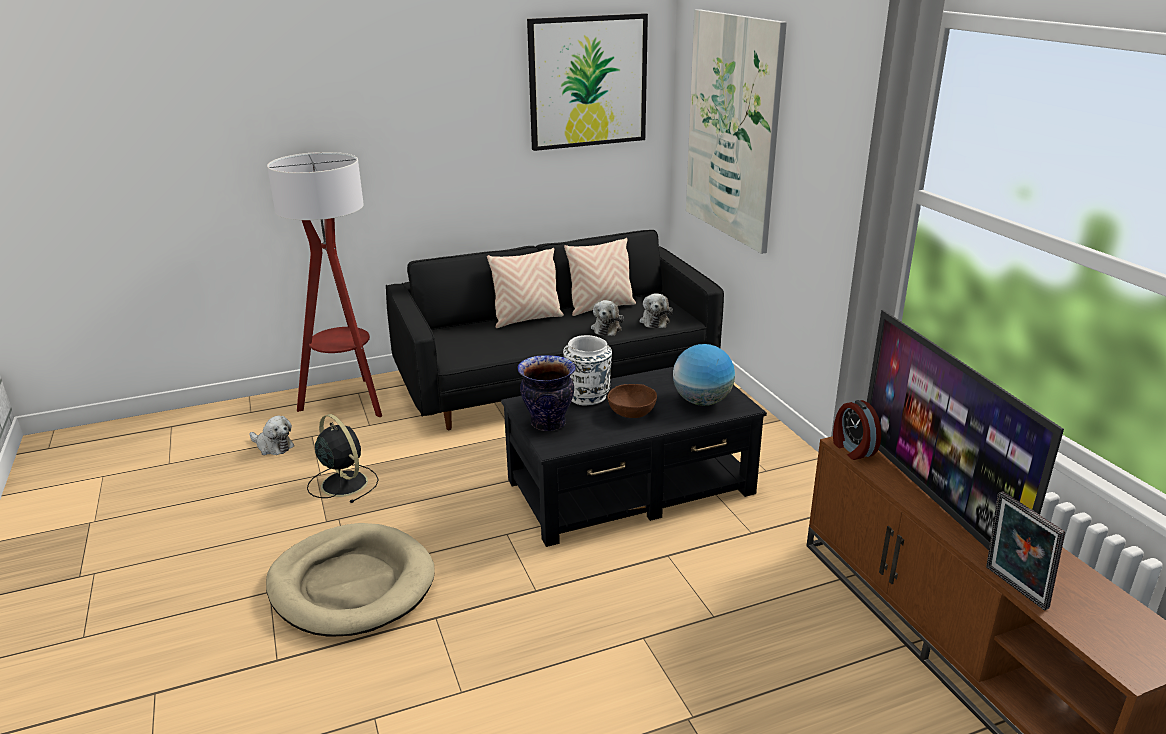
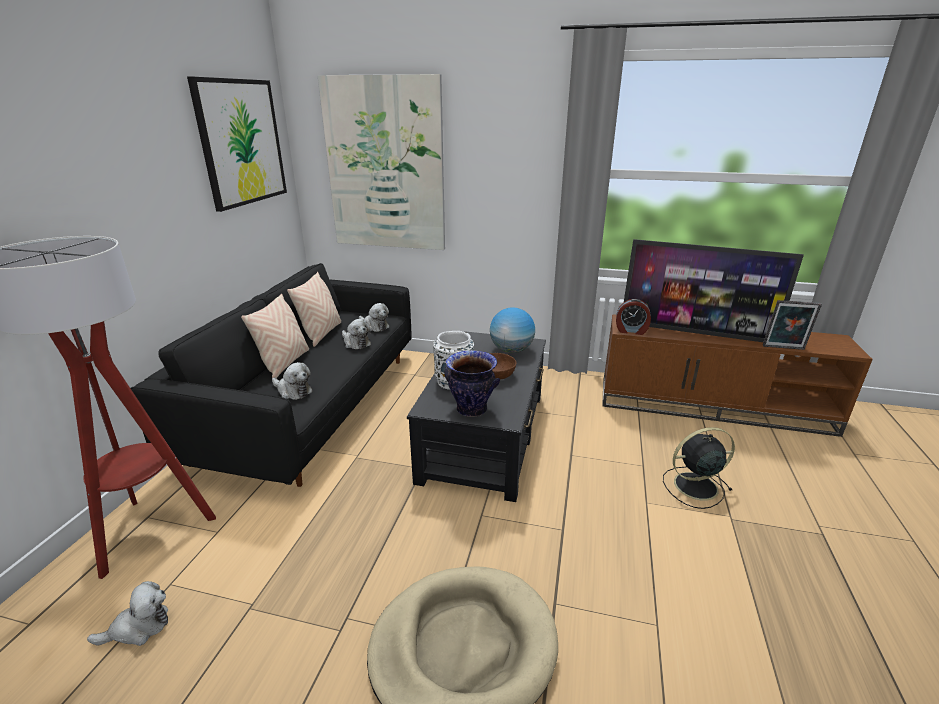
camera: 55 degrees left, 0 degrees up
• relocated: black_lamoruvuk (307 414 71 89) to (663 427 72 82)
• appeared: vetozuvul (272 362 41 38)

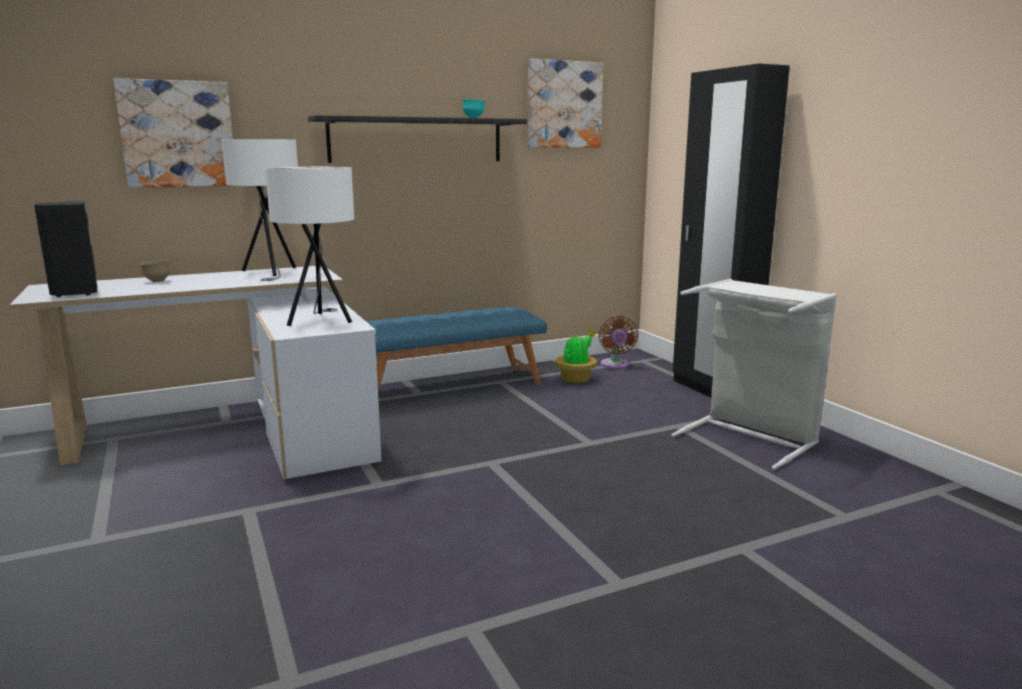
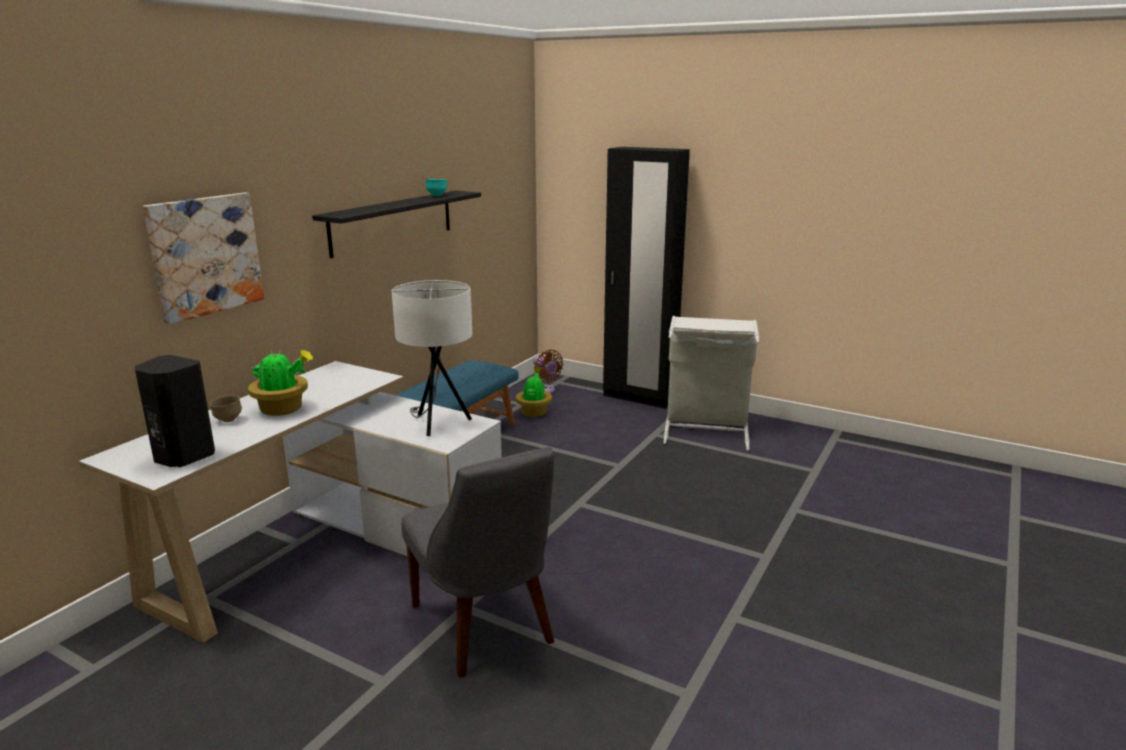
camera: 35 degrees left, 5 degrees up
• missing: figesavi (527 59 76 88)
• missing: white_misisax (221 139 77 142)
• appeared: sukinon (248 350 65 66)
• appeared: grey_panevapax (402 447 152 231)

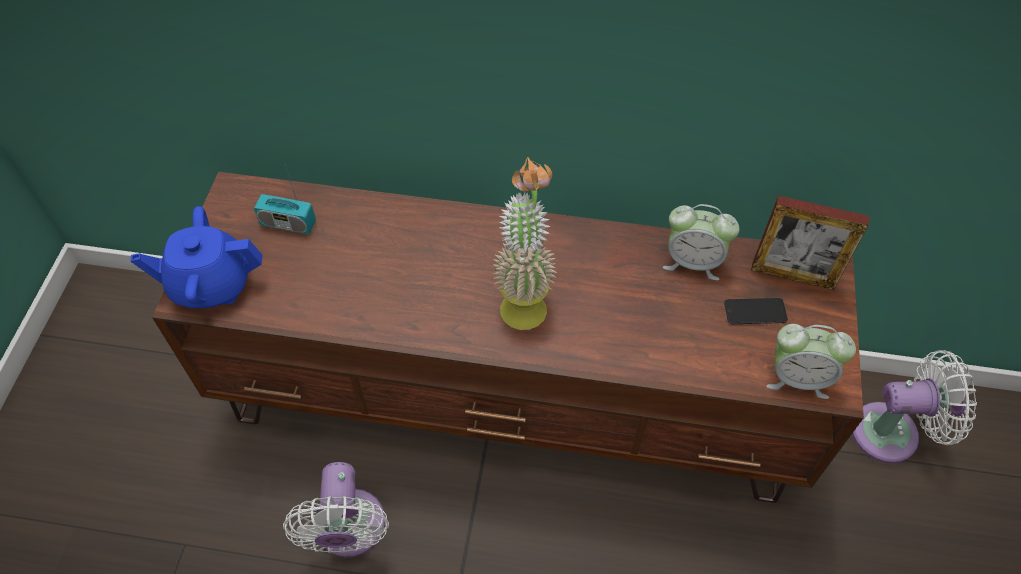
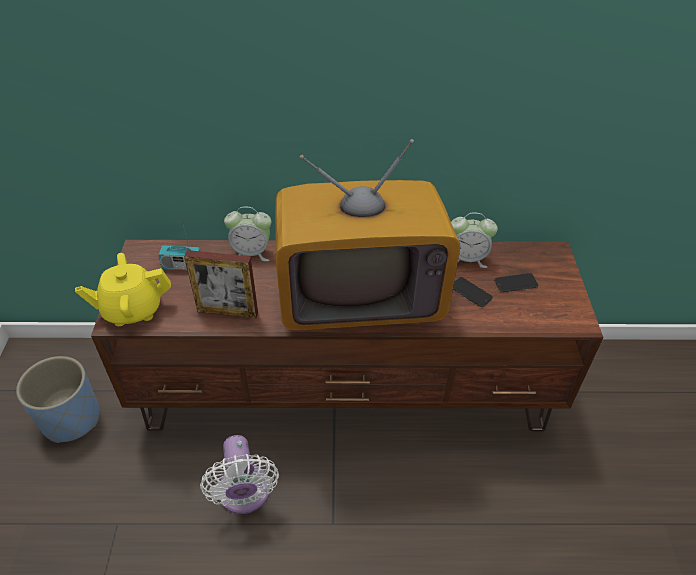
camera: 10 degrees left, 10 degrees down
• exchanged: sukinon (492 157 65 173) to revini (275 139 186 191)
• relocated: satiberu (751 195 119 95) to (184 250 74 68)
• colour: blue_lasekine (130 206 133 102) to yellow_lasekine (75 253 96 73)
• relocated: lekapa (766 324 90 75) to (224 207 47 54)
• missing: white_lamoruvuk (852 350 125 113)
• appeared: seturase (453 277 40 30)
• appeared: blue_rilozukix (16 356 84 87)

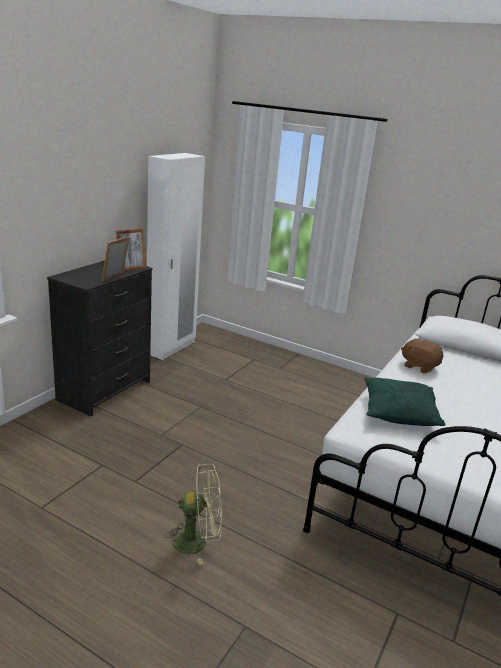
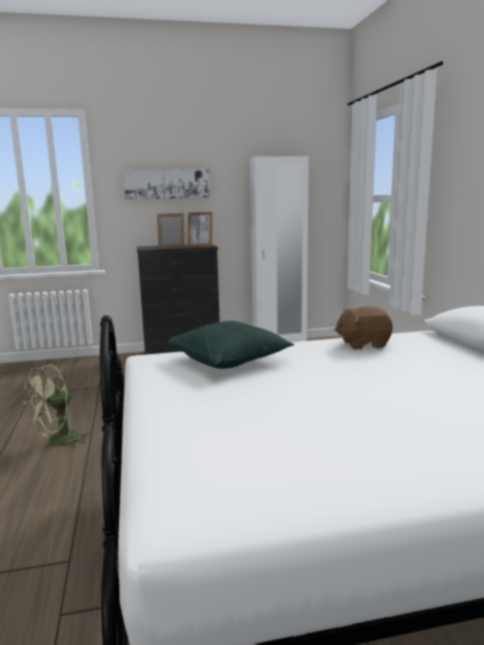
camera: 50 degrees right, 10 degrees down
• spun: brown_vetozuvul (401 338 42 36) = (334 306 59 43) 90 degrees counterclockwise
• spun: green_lamoruvuk (164 464 58 101) = (24 365 66 83) 90 degrees clockwise
• appeared: figesavi (123 169 87 31)

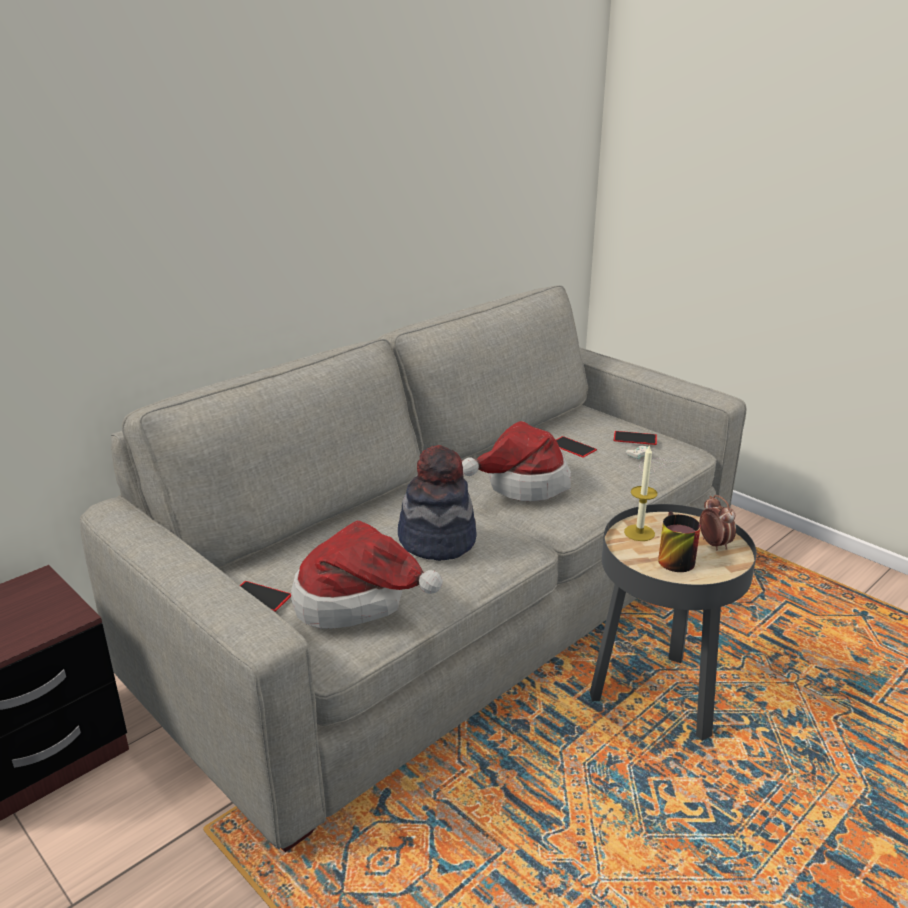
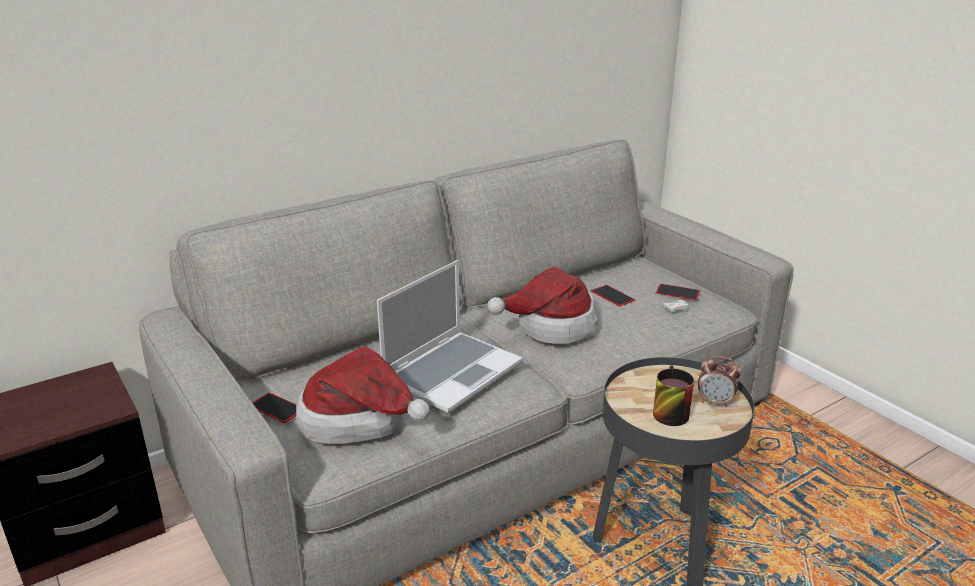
camera: 10 degrees right, 0 degrees up
• missing: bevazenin (624 444 33 97)
• exchanged: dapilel (398 445 79 116) to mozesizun (377 260 146 153)
• spun: lekapa (700 495 36 55) = (698 356 43 51) 120 degrees clockwise

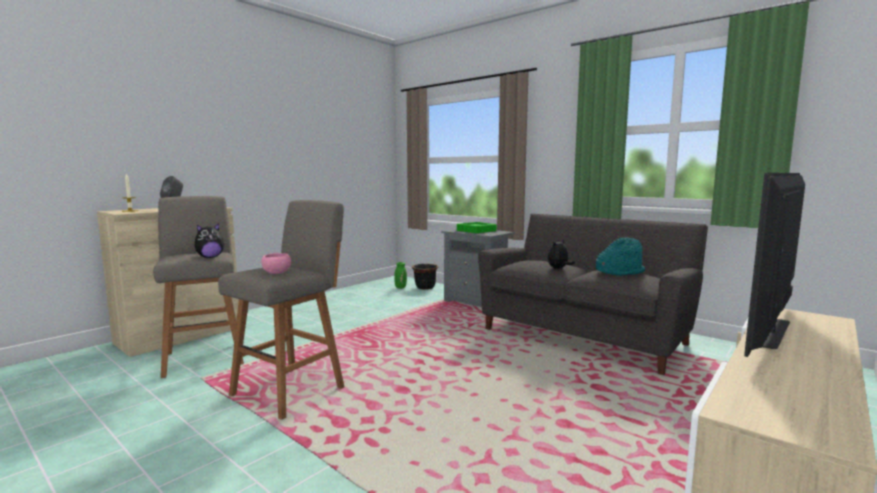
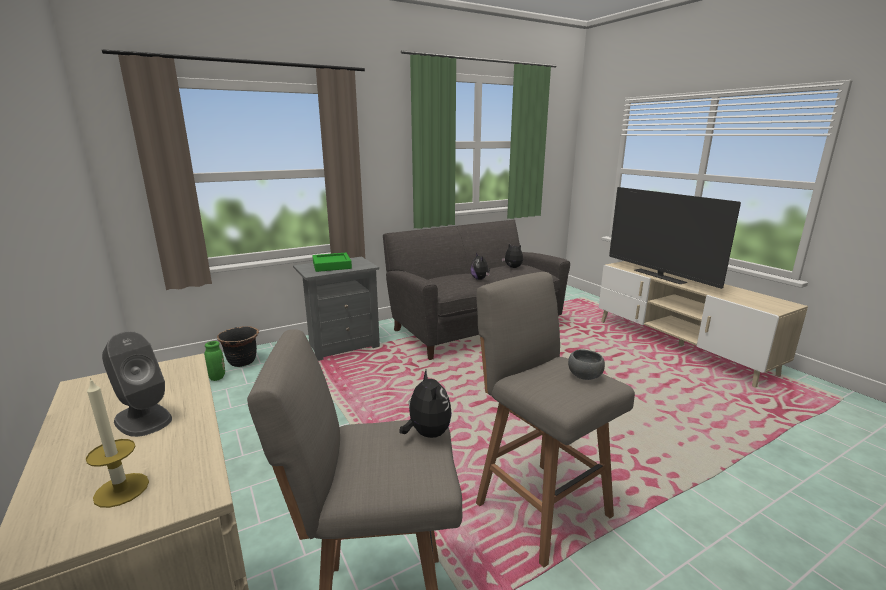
camera: 70 degrees left, 10 degrees up
• exchanged: turquoise_dapilel (596 238 49 38) to vetozuvul (501 243 22 25)
• colour: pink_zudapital (262 253 29 21) to grey_zudapital (568 349 37 31)

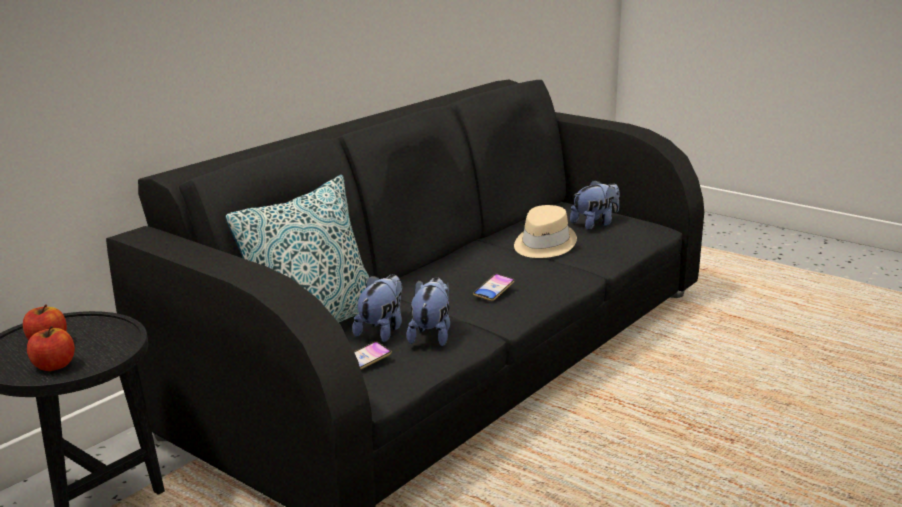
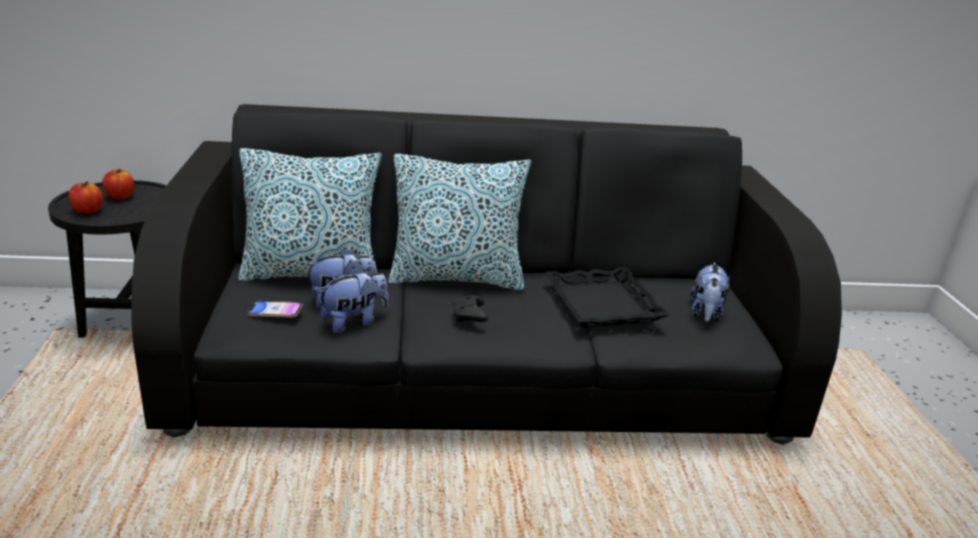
camera: 45 degrees right, 5 degrees up
• spun: vetozuvul (570 180 50 50) = (690 262 40 60) 90 degrees clockwise
• exchanged: beige_dapilel (514 205 63 53) to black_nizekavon (544 267 126 60)
• exchanged: seturase (473 274 42 27) to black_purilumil (453 295 35 27)
• appeared: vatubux (388 154 143 136)

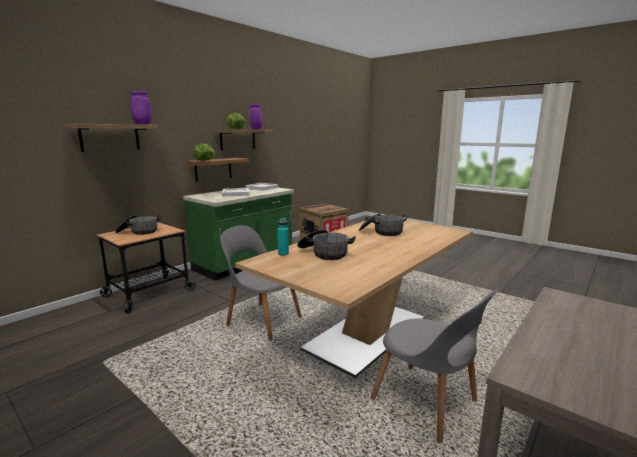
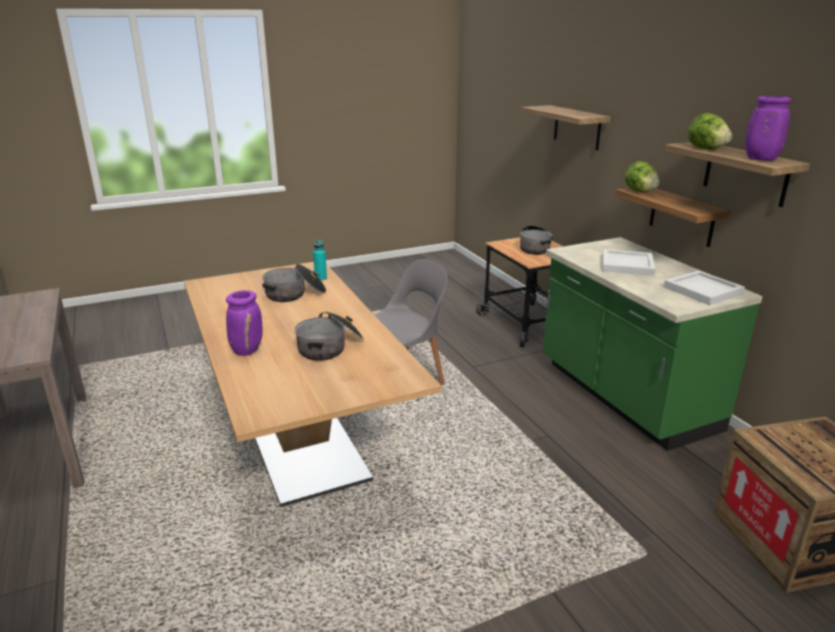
camera: 115 degrees right, 10 degrees up
• relocated: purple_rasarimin (130 91 22 33) to (226 290 37 66)
• missing: grey_panevapax (370 289 128 154)

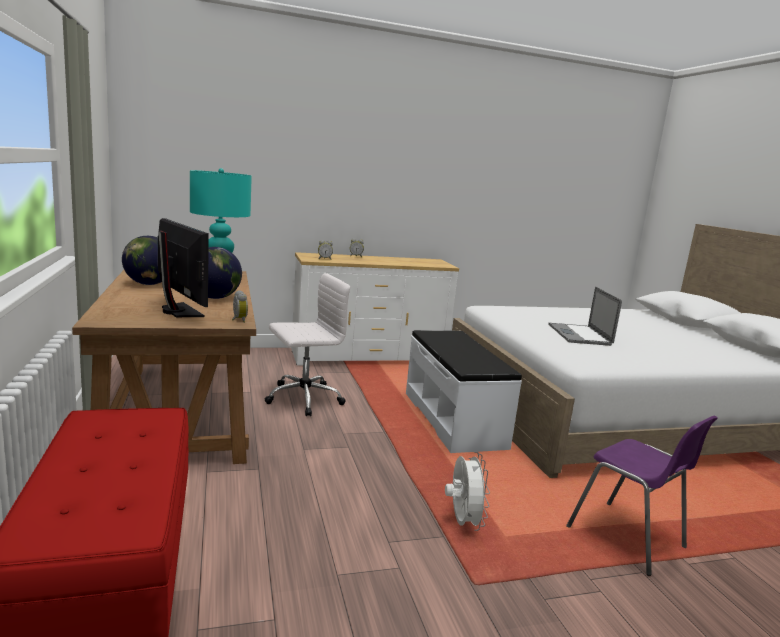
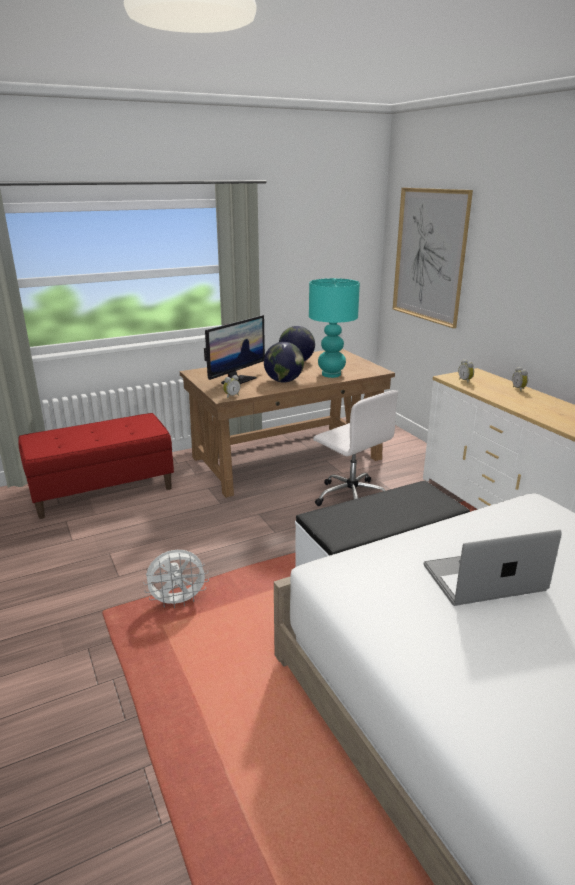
camera: 80 degrees right, 10 degrees up
• missing: purple_panevapax (566 416 152 160)
• appeared: figesavi (393 188 80 140)

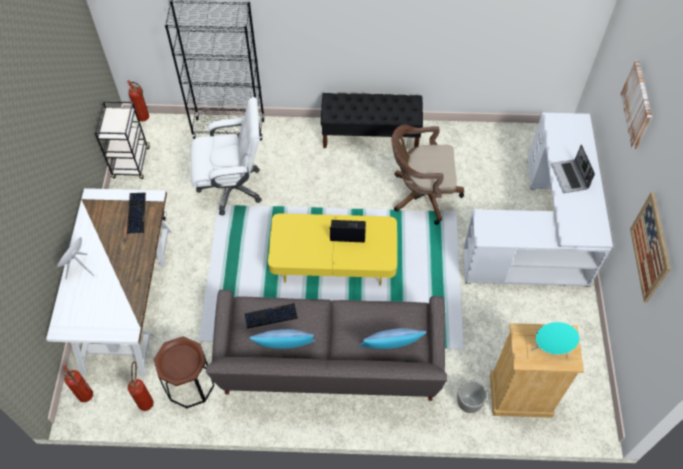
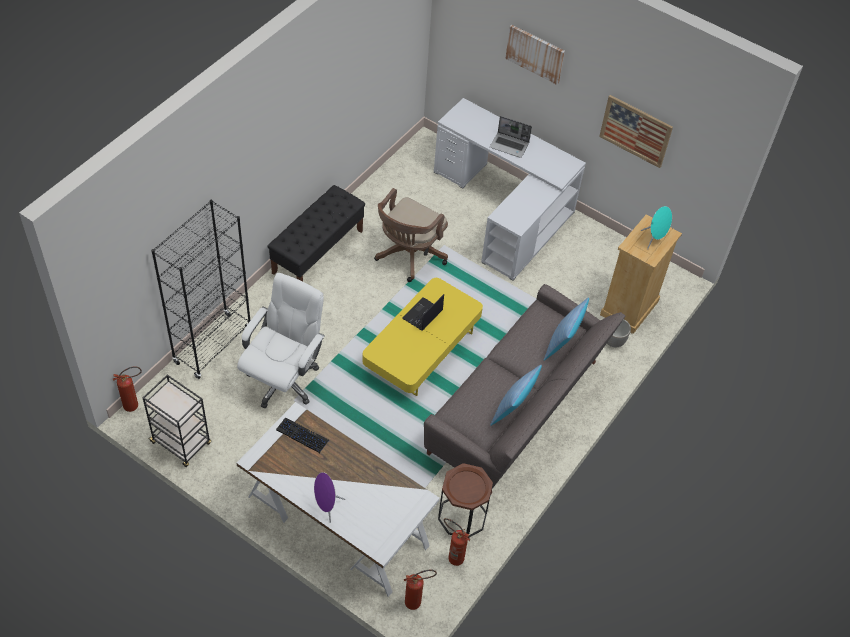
camera: 60 degrees left, 5 degrees down
• missing: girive (245 303 53 25)

